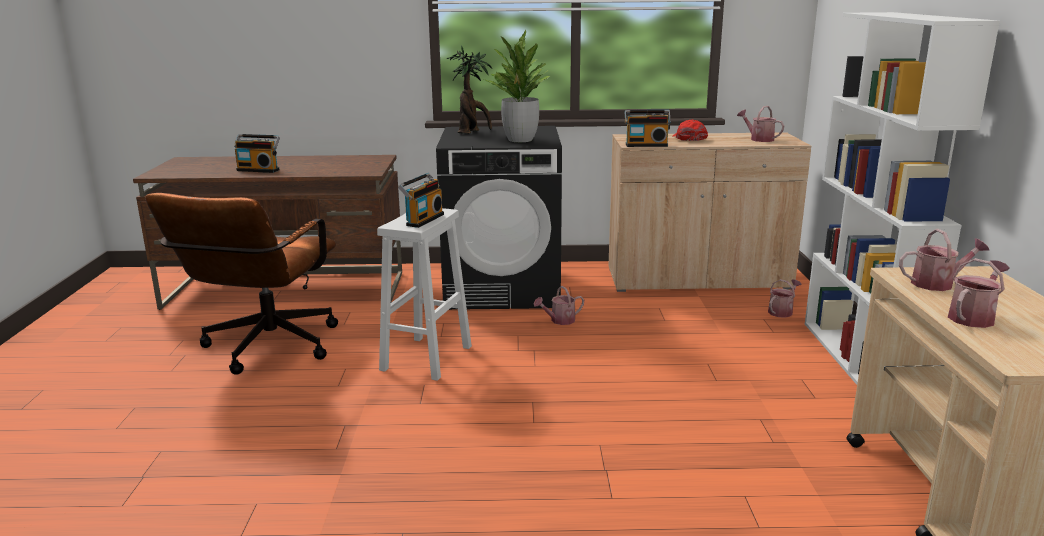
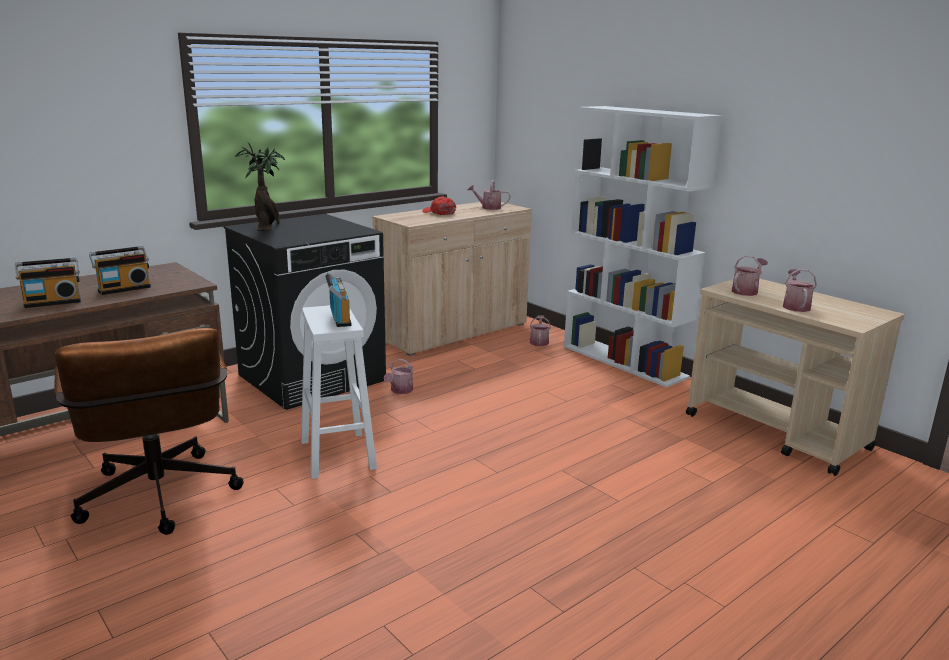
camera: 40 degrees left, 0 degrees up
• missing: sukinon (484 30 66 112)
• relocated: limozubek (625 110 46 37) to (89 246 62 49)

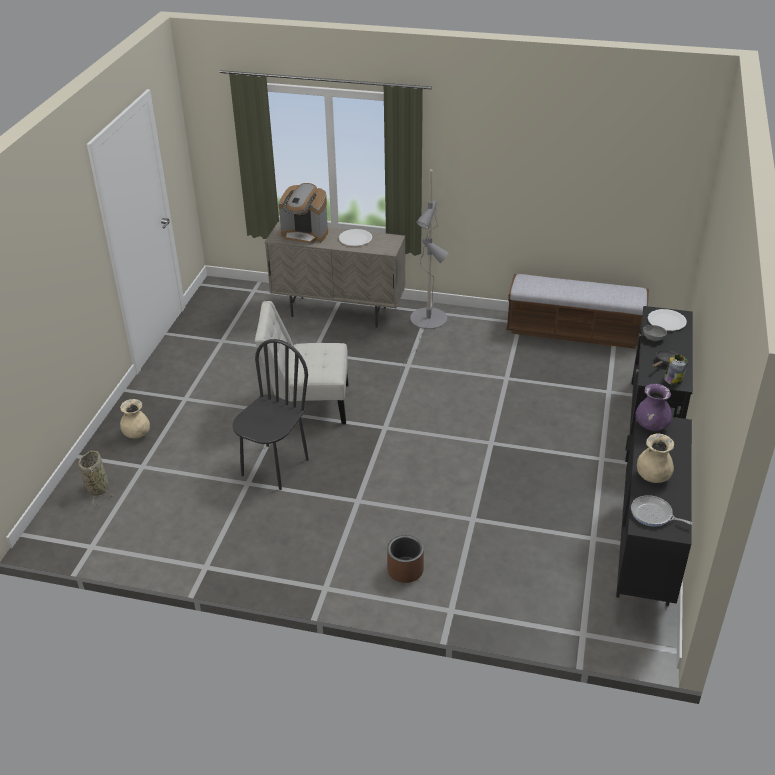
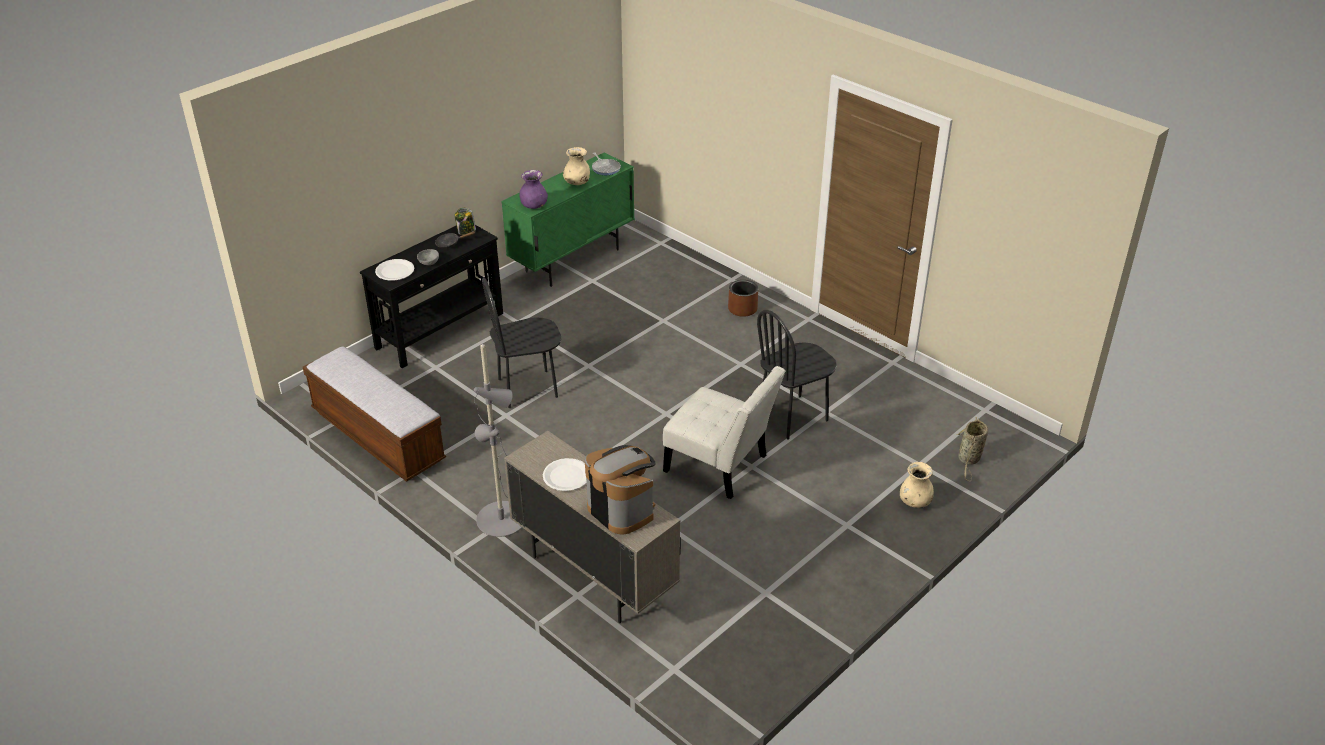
camera: 150 degrees left, 0 degrees up
• colour: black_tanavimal (616 417 76 189) to green_tanavimal (501 153 133 134)
• appeared: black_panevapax (482 278 79 130)

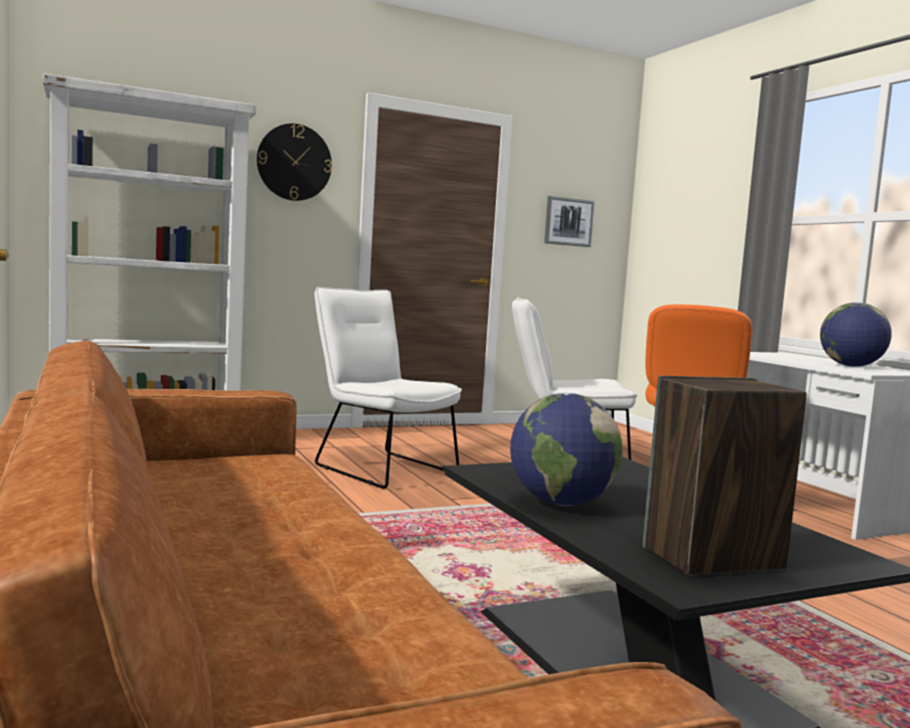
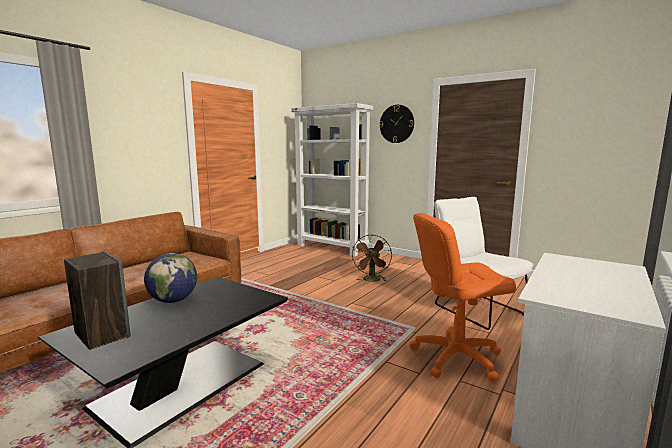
camera: 60 degrees right, 5 degrees up
• missing: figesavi (544 196 51 51)
• exchanged: white_panevapax (315 287 147 202) to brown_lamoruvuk (352 235 40 47)
• missing: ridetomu (820 302 72 65)

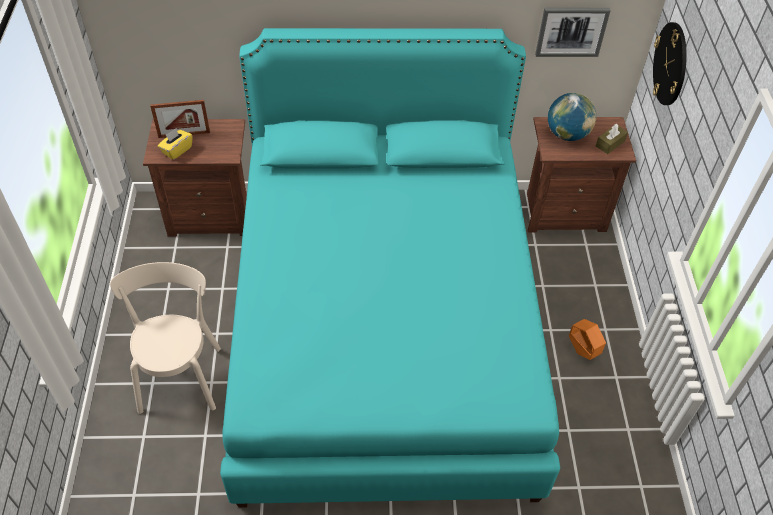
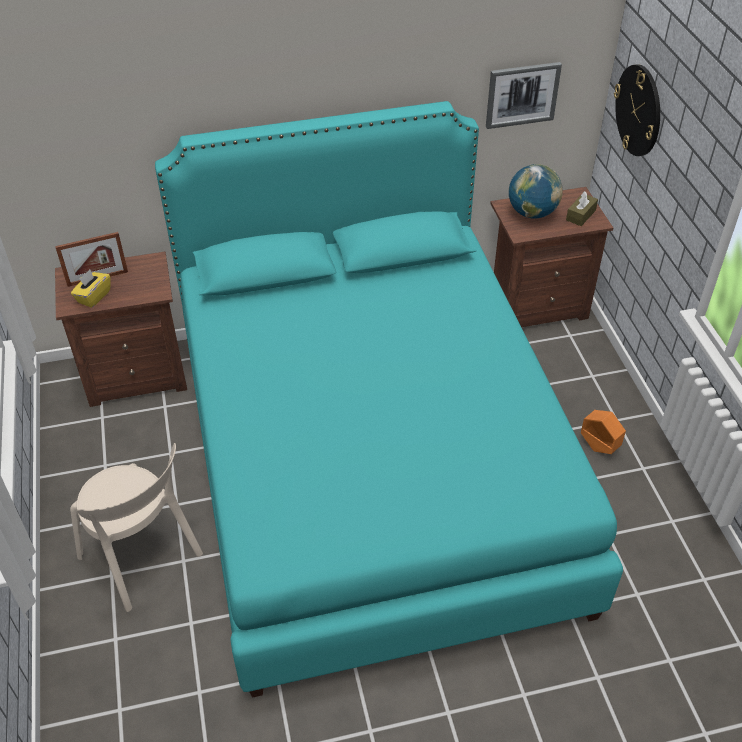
camera: 10 degrees left, 5 degrees down
• spun: beige_panevapax (110 262 111 152) = (70 443 133 169) 150 degrees clockwise

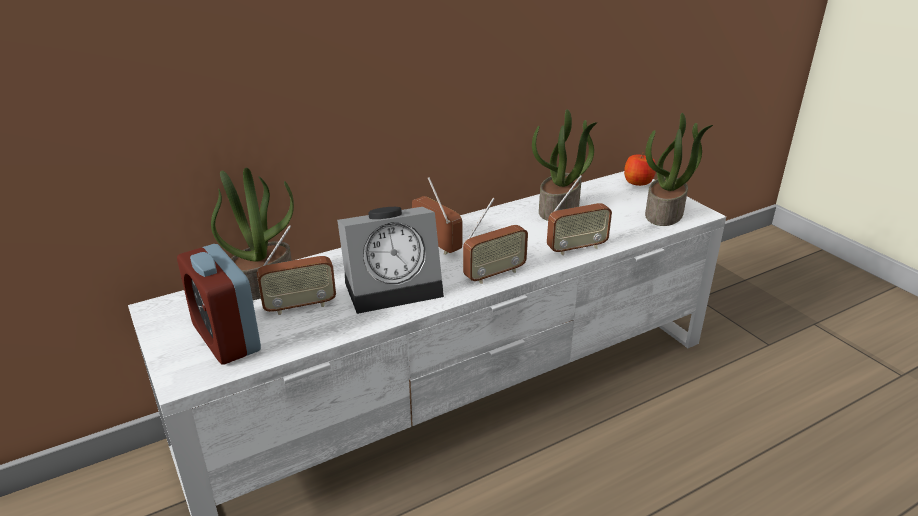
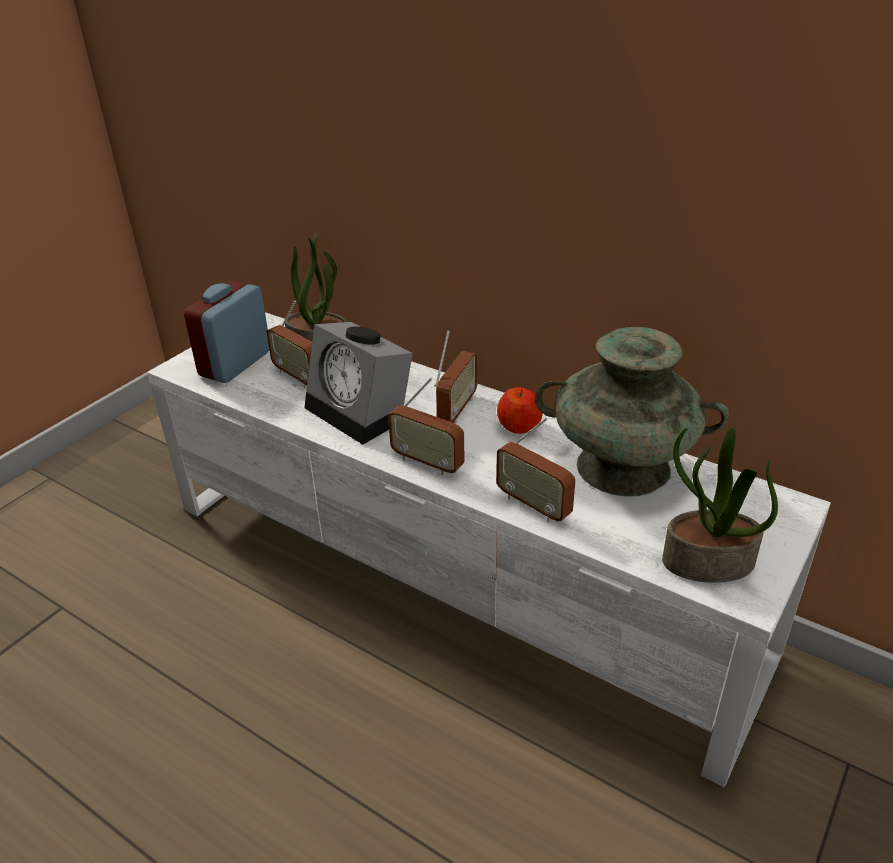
camera: 65 degrees right, 5 degrees up
• exchanged: sukinon (532 109 65 112) to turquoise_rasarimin (535 327 194 170)
• relocated: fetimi (624 154 32 32) to (497 387 46 47)

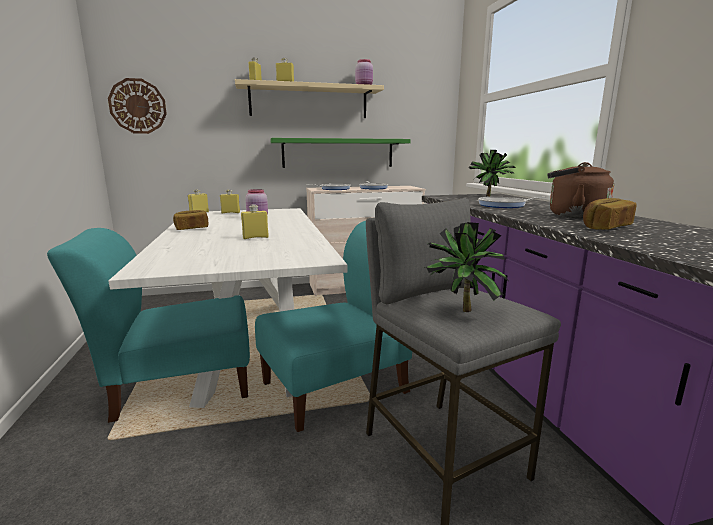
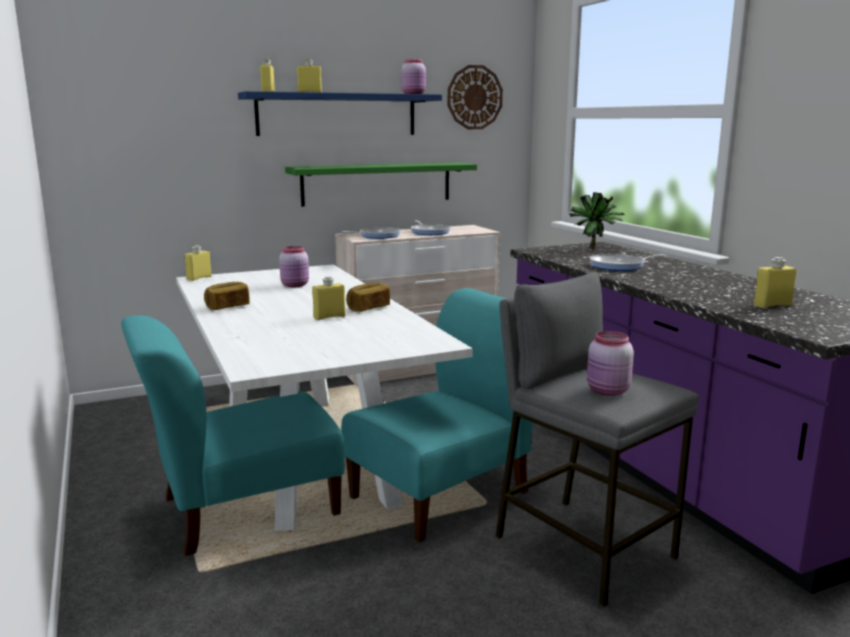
camera: 10 degrees left, 0 degrees up
• relocated: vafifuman (108 78 59 56) to (448 65 55 64)
• colour: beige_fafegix (235 79 149 39) to blue_fafegix (238 91 204 45)
• missing: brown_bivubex (547 162 67 57)
• relocated: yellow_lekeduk (220 189 20 24) to (754 257 43 51)
• relocated: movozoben (583 198 53 32) to (346 283 44 29)
• exchanged: sukinon (424 222 84 90) to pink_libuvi (587 331 47 65)

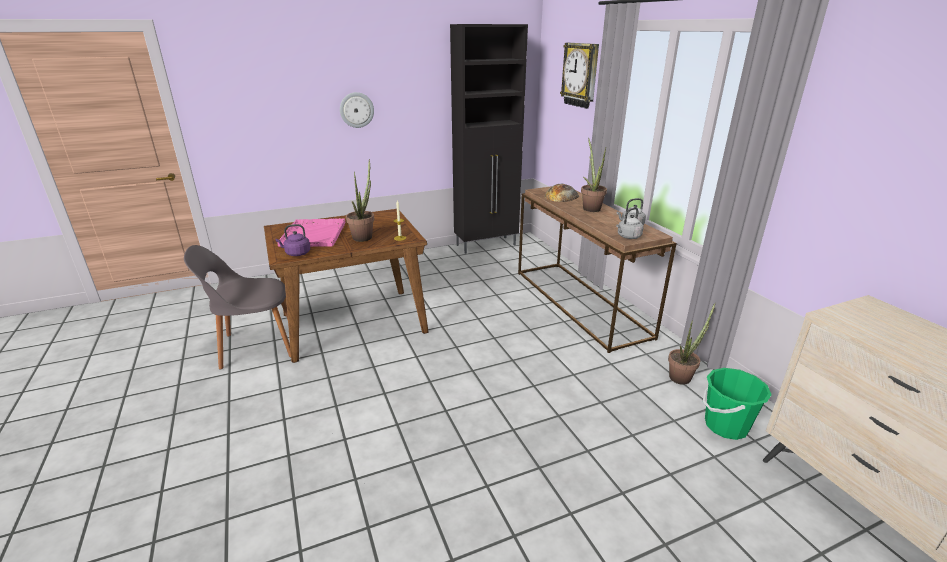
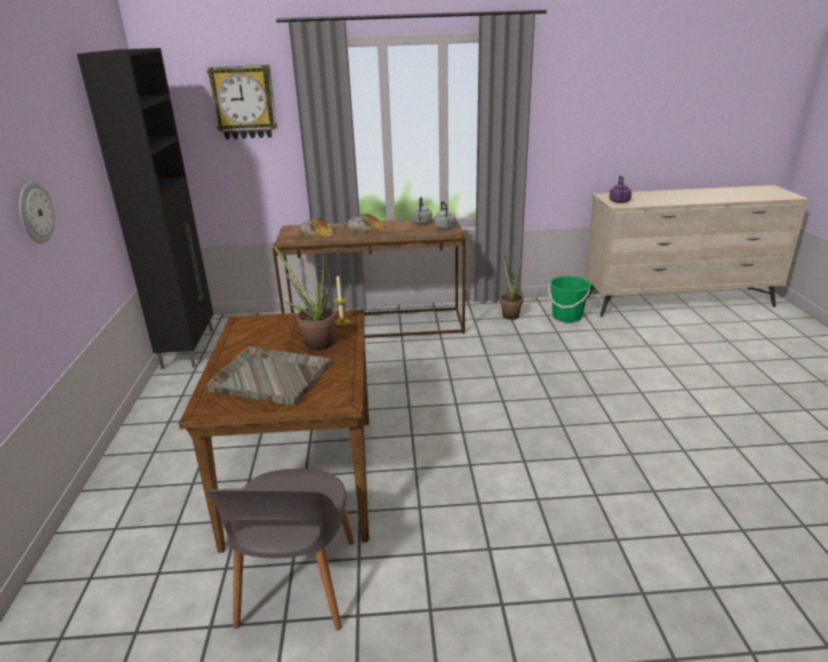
camera: 70 degrees left, 0 degrees up
• exchanged: sukinon (581 137 26 75) to movozoben (344 214 41 20)
• colour: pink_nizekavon (277 218 68 29) to grey_nizekavon (205 346 126 59)
• relocated: purple_bivubex (276 224 35 32) to (609 175 23 28)

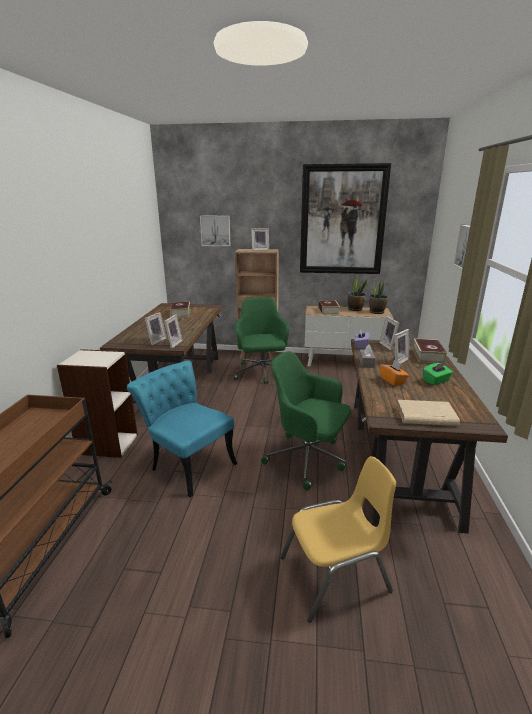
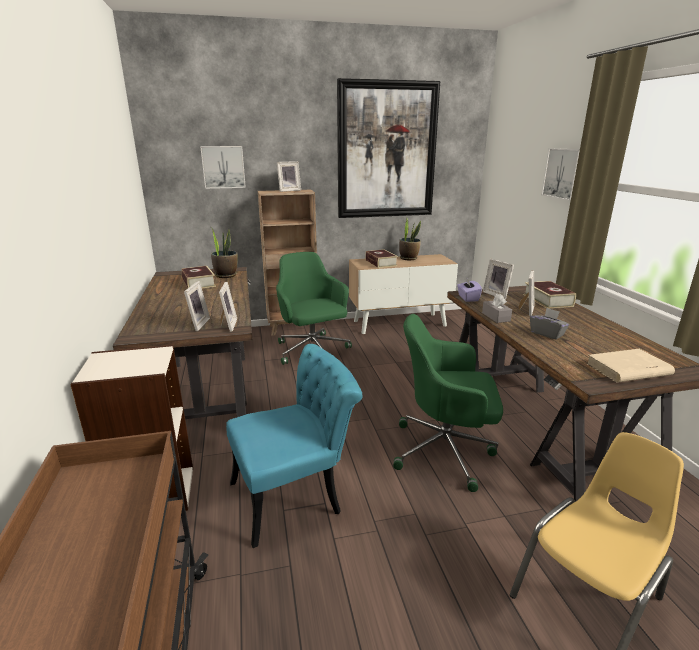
camera: 20 degrees left, 0 degrees up
• relocated: sukinon (369 279 19 35) to (211 229 27 49)
• colour: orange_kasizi (380 360 29 26) to grey_kasizi (530 308 39 32)
• spun: turquoise_panevapax (127 361 110 136) = (226 344 137 204) 135 degrees clockwise
• missing: green_kasizi (423 362 30 23)

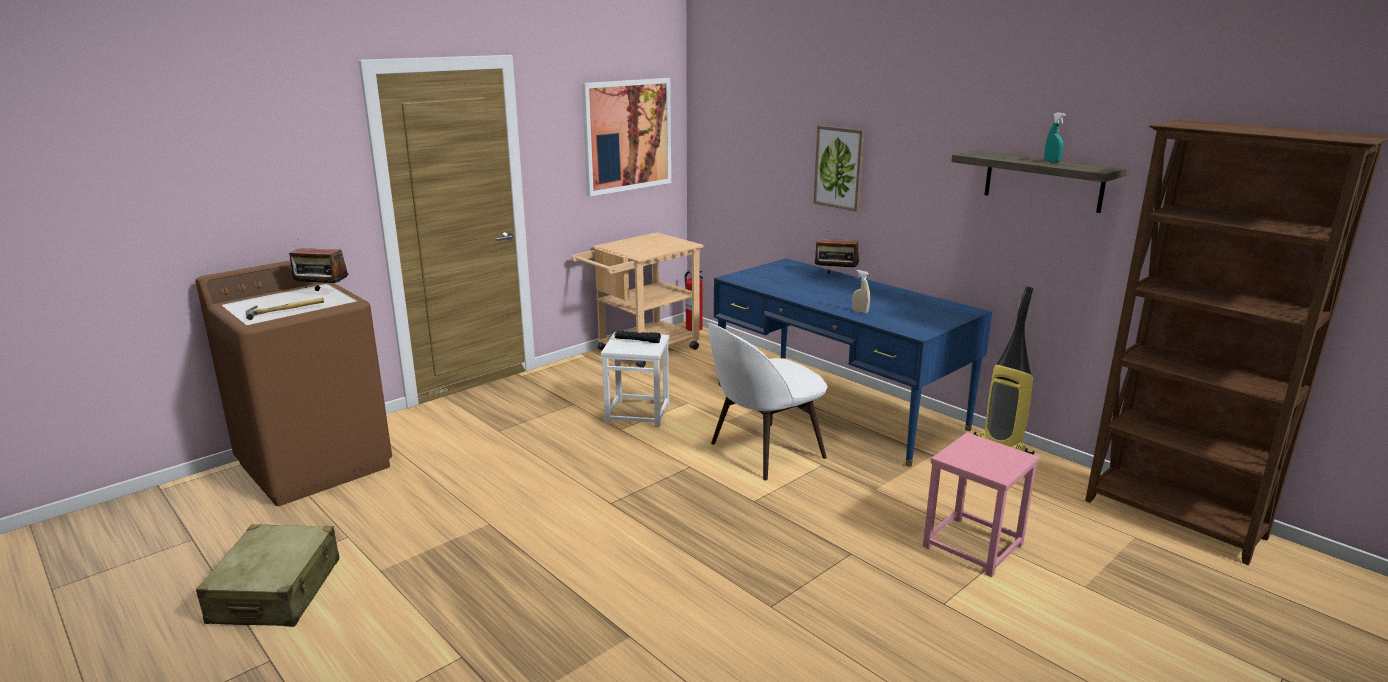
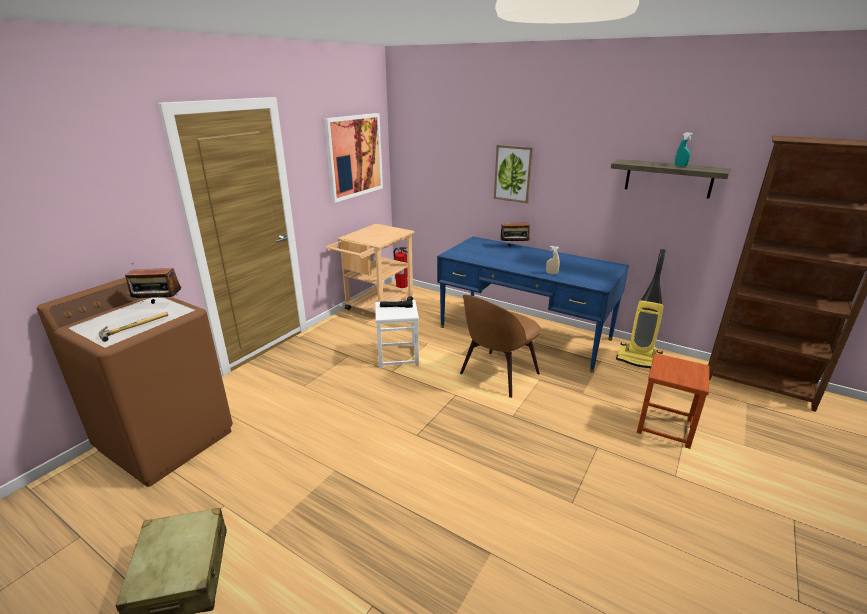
camera: 15 degrees left, 5 degrees up
• colour: white_panevapax (708 323 119 157) to brown_panevapax (460 295 81 103)
• colour: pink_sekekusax (923 432 117 145) to brown_sekekusax (637 353 73 96)

